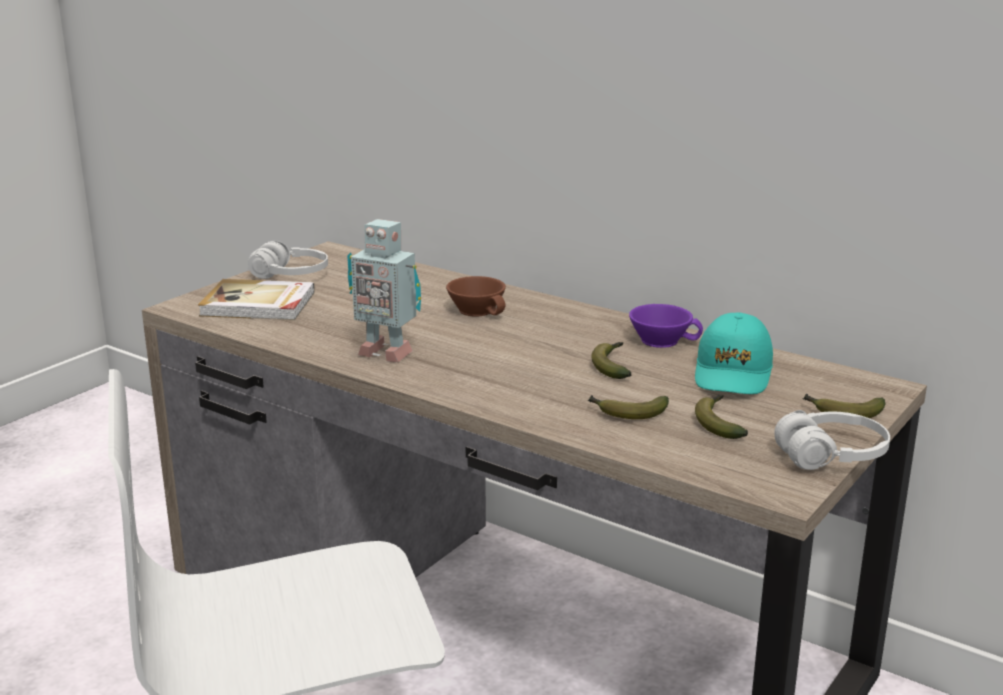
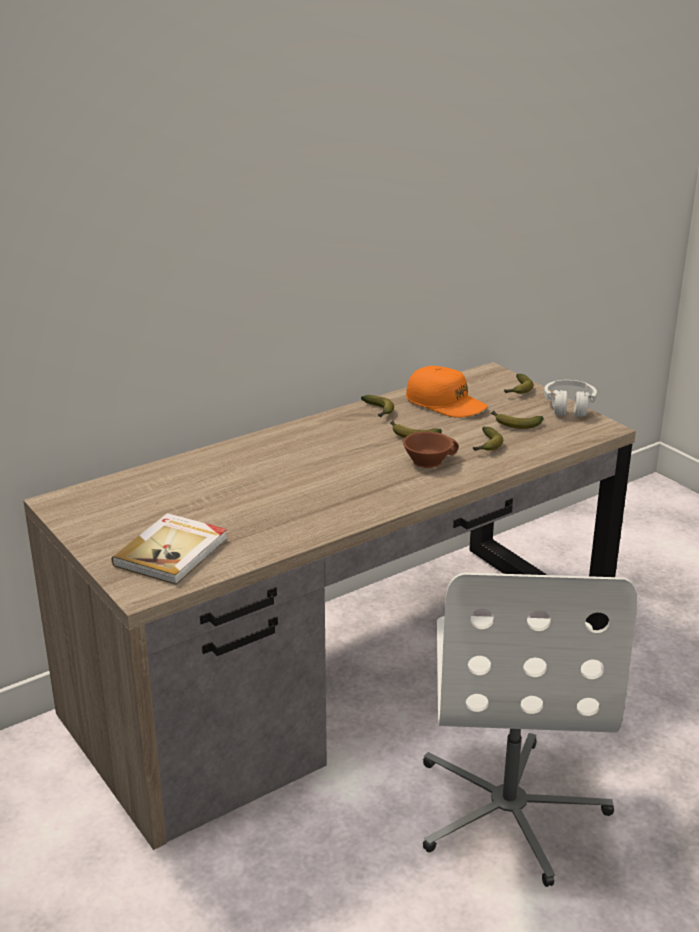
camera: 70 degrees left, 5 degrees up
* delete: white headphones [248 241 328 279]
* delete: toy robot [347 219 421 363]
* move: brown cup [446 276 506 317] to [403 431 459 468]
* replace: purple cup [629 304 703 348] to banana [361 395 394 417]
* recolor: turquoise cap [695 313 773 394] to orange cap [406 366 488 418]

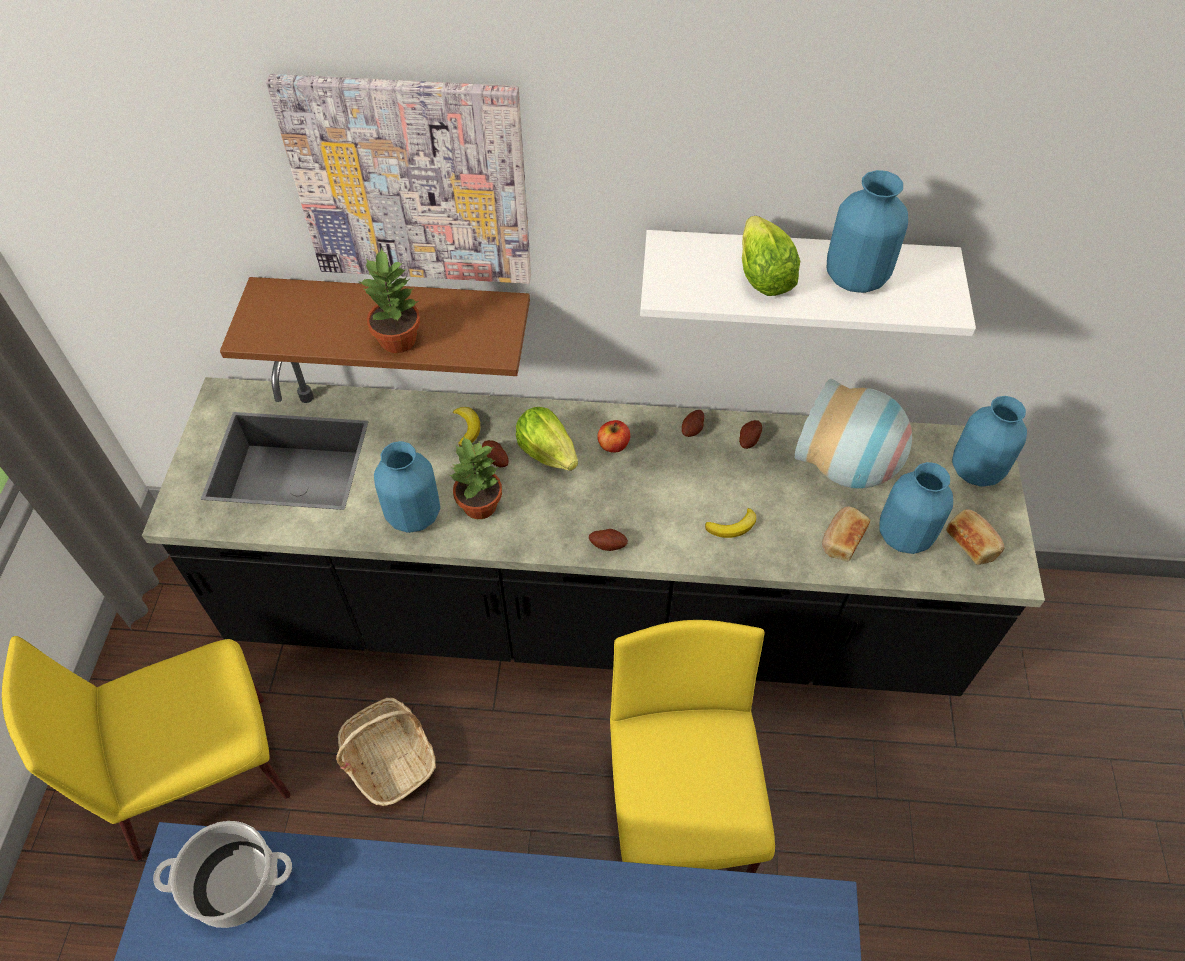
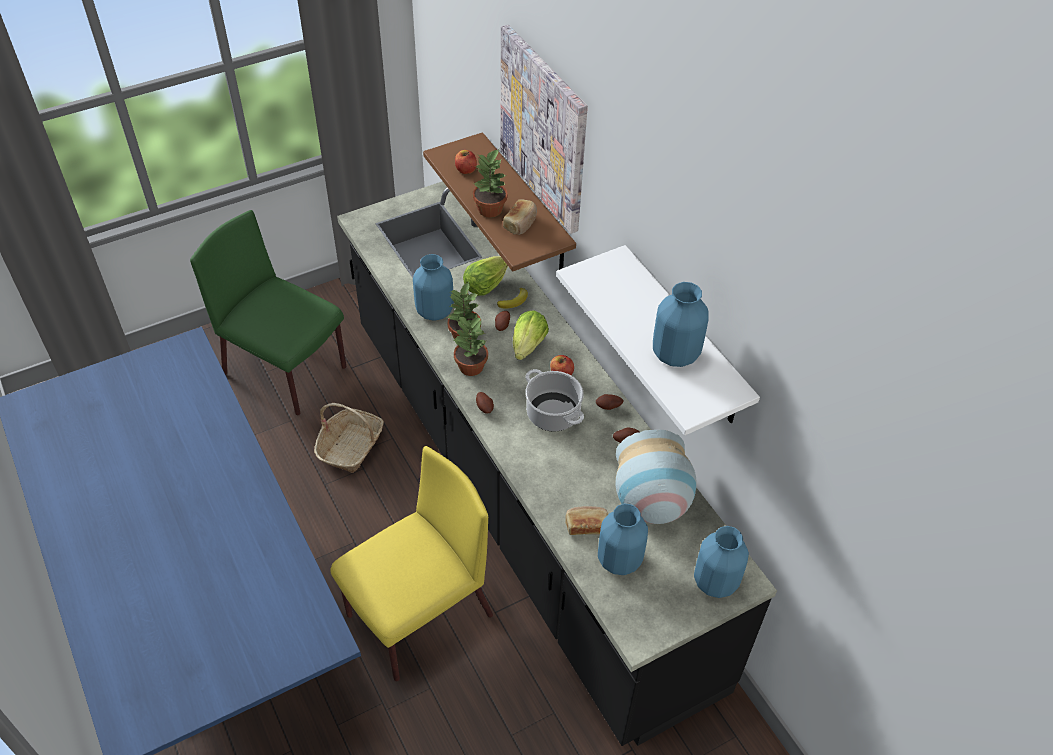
camera: 55 degrees right, 5 degrees down
* recolor: yellow chair [2 636 291 861] to green chair [190 210 347 415]
* move: cooking pot [153 821 292 928] to [525 369 584 432]
* delete: banana [705 508 756 538]
* move: lettuce [742 216 800 296] to [463 256 508 296]
* move: bread [946 509 1005 565] to [503 199 537 235]
* insert: potted plant [454 316 488 376]
* insert: apple [455 150 477 174]

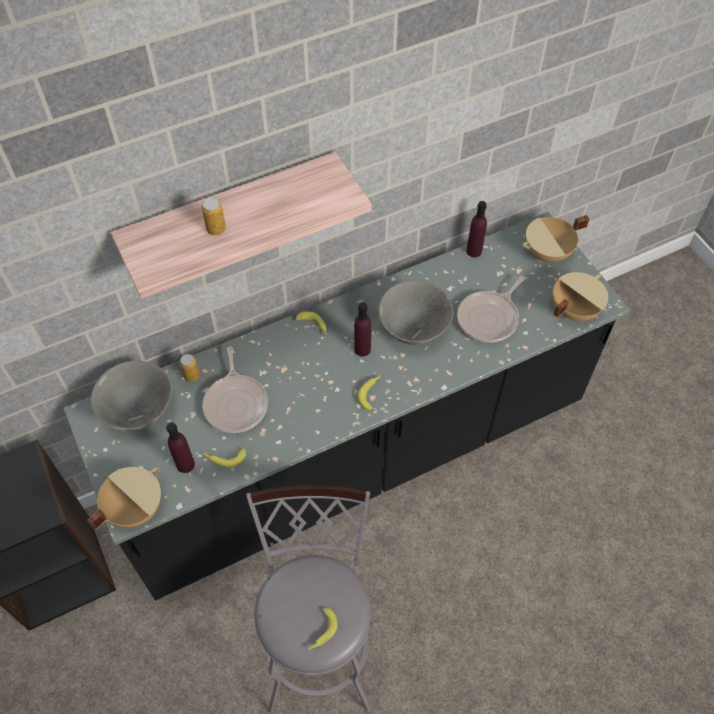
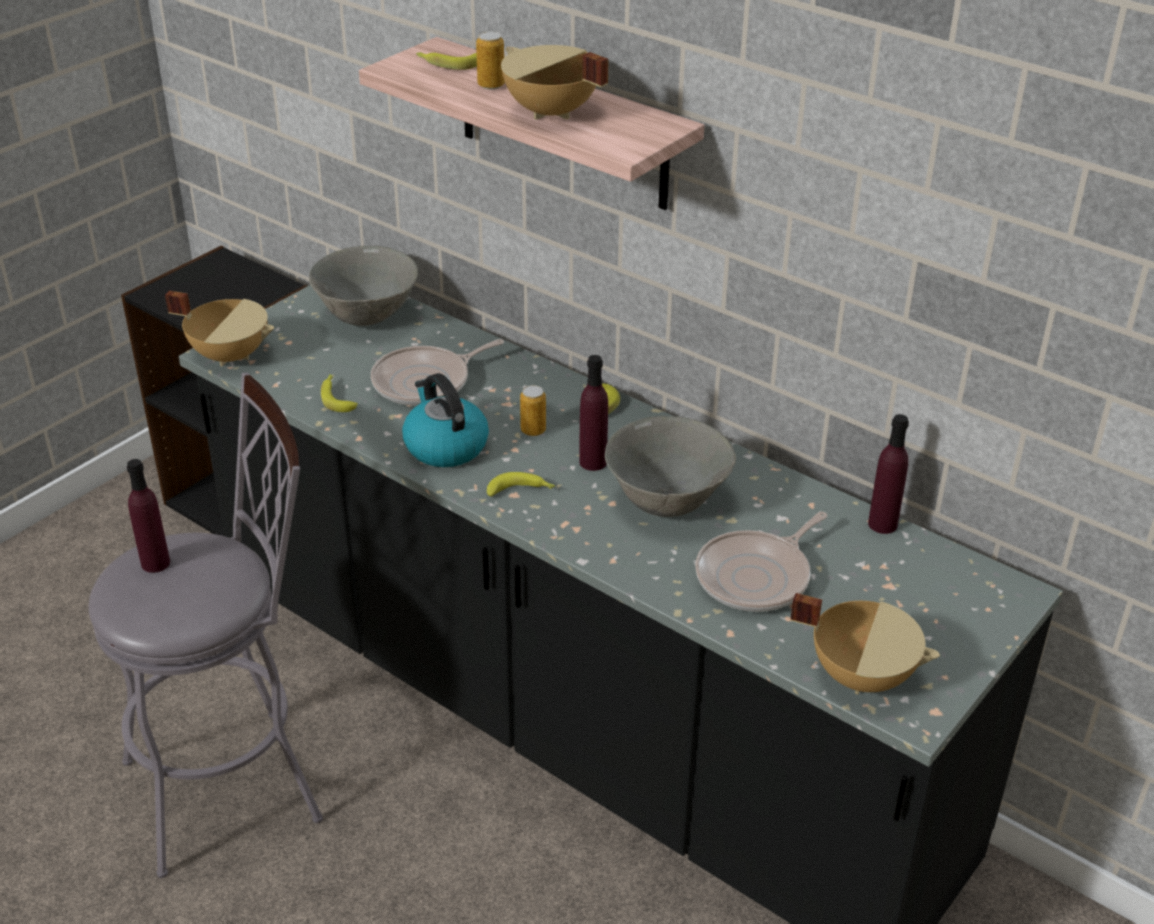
camera: 65 degrees right, 20 degrees down
* move: purple bottle [166 422 195 473] to [127 459 170 573]
* move: can [180 354 200 382] to [520 385 546 436]
* move: banana [308 608 338 651] to [416 52 477 70]
* rotate: frying pan [457 276 525 343] = [695 512 827 612] 60 degrees counterclockwise
* move: beige cooking pot [522 215 589 262] to [501 45 609 120]
* insert: kettle [402 373 489 467]

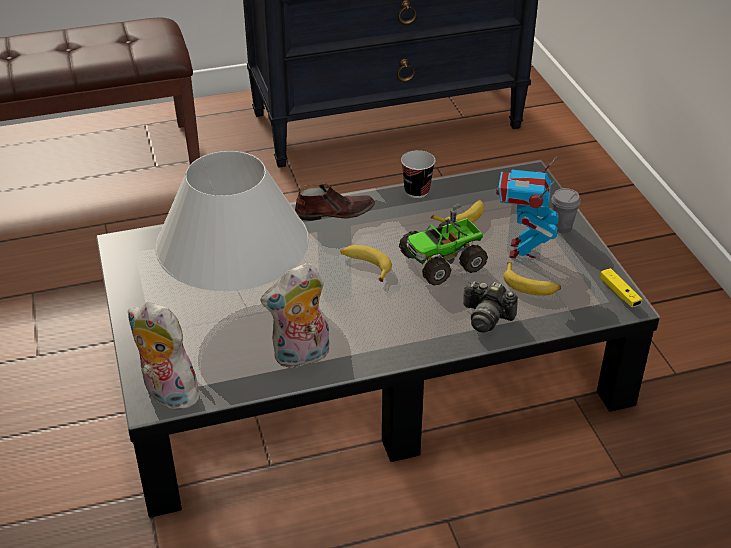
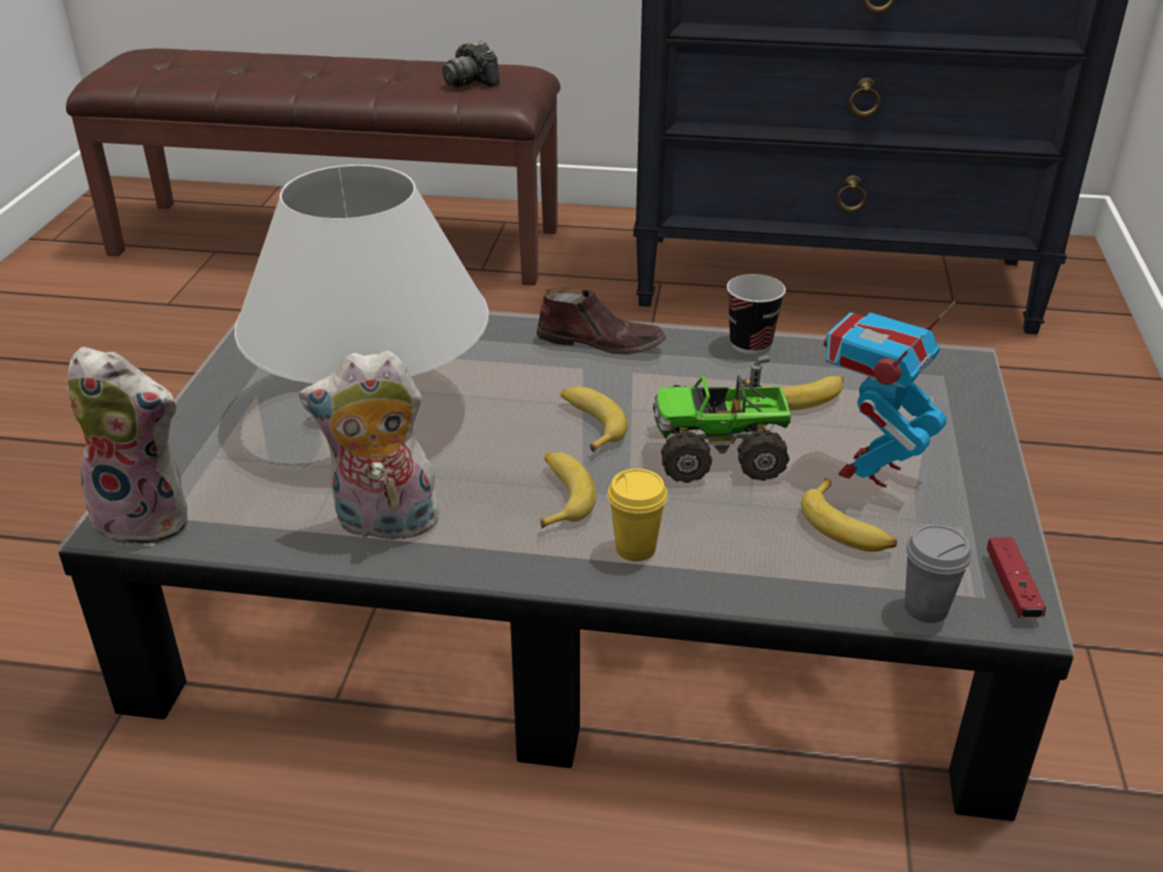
camera: 25 degrees right, 5 degrees down
* rotate: plush toy [128 302 206 410] = [67 347 188 546] 135 degrees clockwise
* move: photo camera [463 281 518 333] to [442 41 500 87]
* move: grey cup [551 188 581 233] to [905 525 972 623]
* recolor: yellow game controller [600 268 642 307] to red game controller [987 537 1046 619]
* insert: banana [540 452 596 528]
* insert: yellow cup [607 469 668 562]

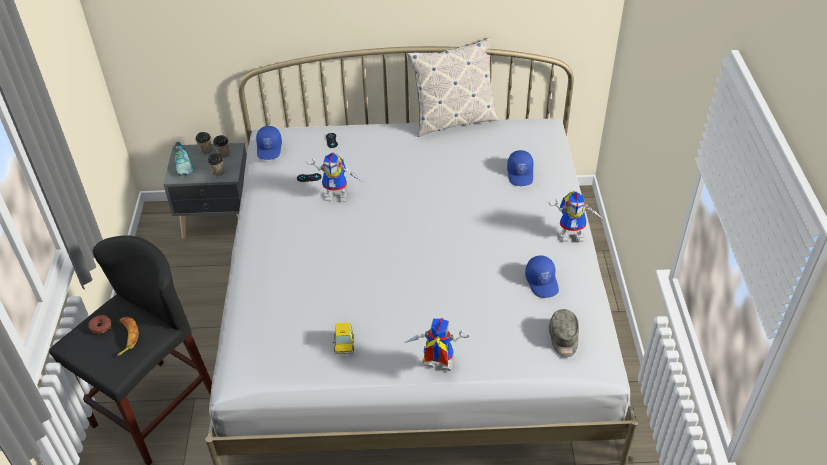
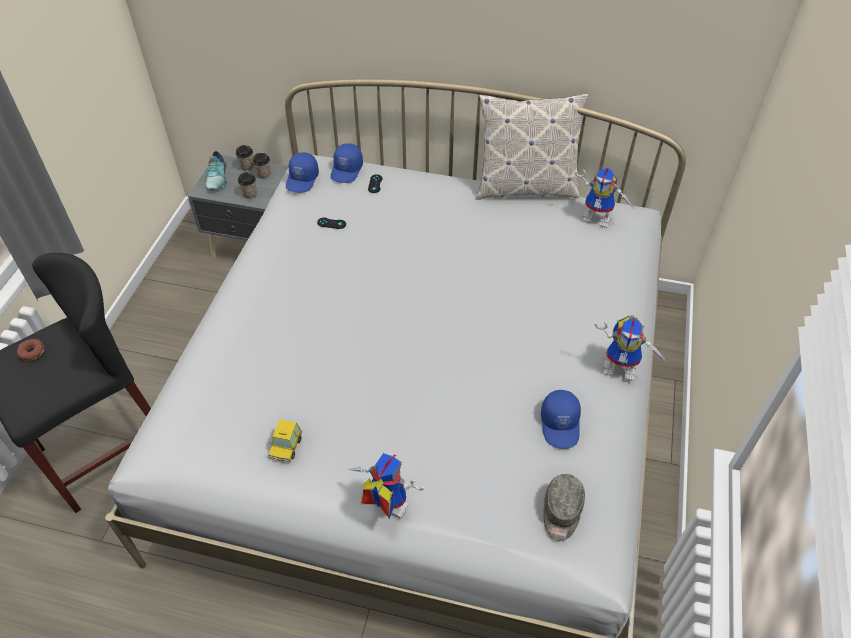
camera: 15 degrees right, 5 degrees up
* delete: banana [117 317 139 356]
* move: toy robot [306 152 363 202] to [575 167 634 228]
* move: blue cap [507 150 534 186] to [331 143 363 183]

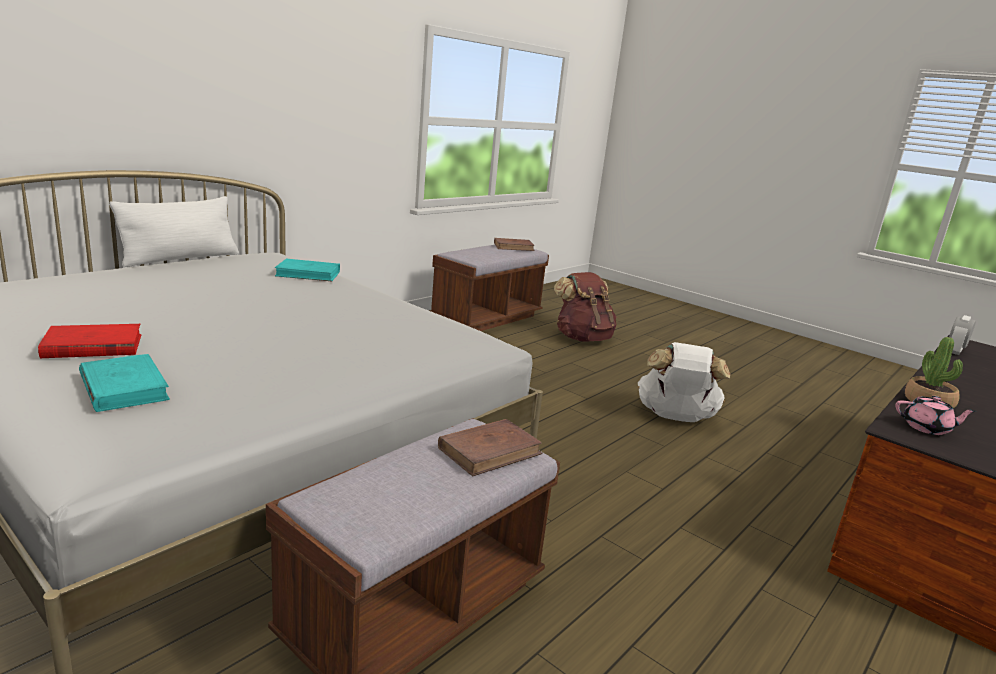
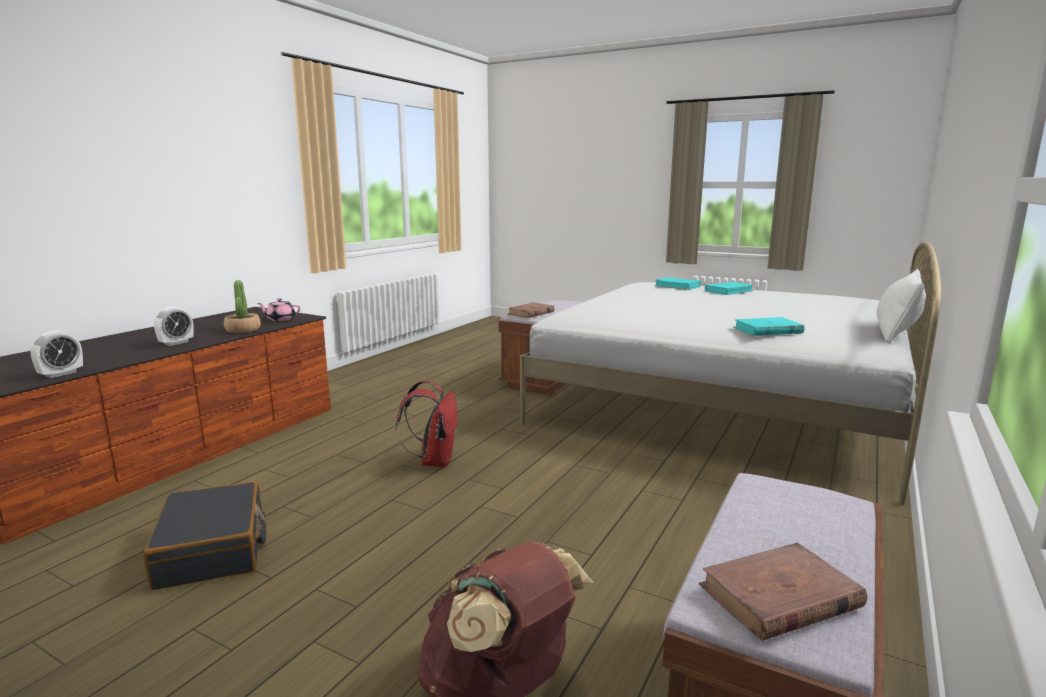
camera: 170 degrees right, 5 degrees down
* recolor: red book [38 324 141 358] to turquoise book [705 282 754 295]
* delete: white backpack [637 342 730 422]
* insert: black suitcase [144 481 266 590]
* insert: alarm clock [154 306 194 346]
* insert: red backpack [396 380 459 467]

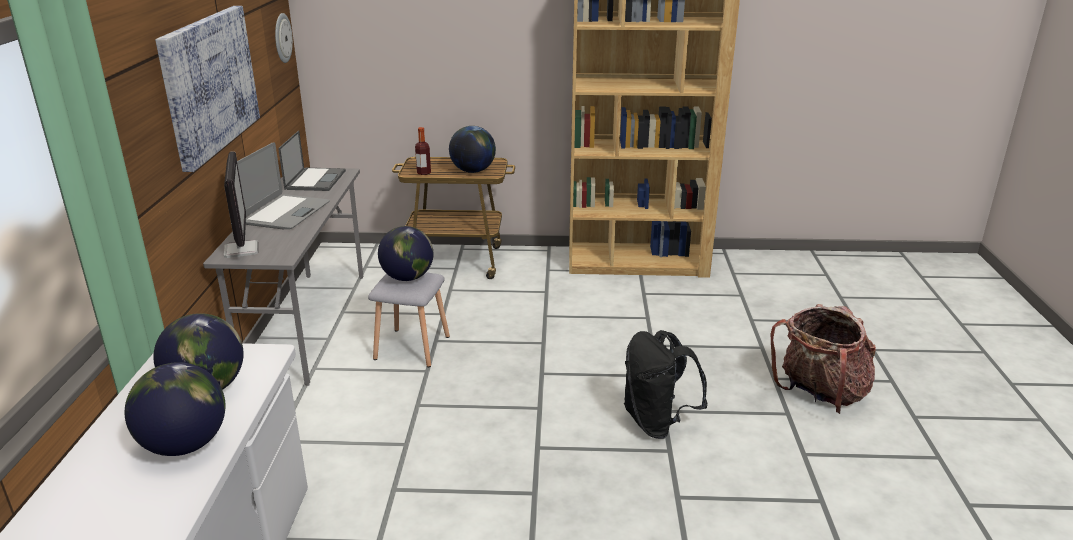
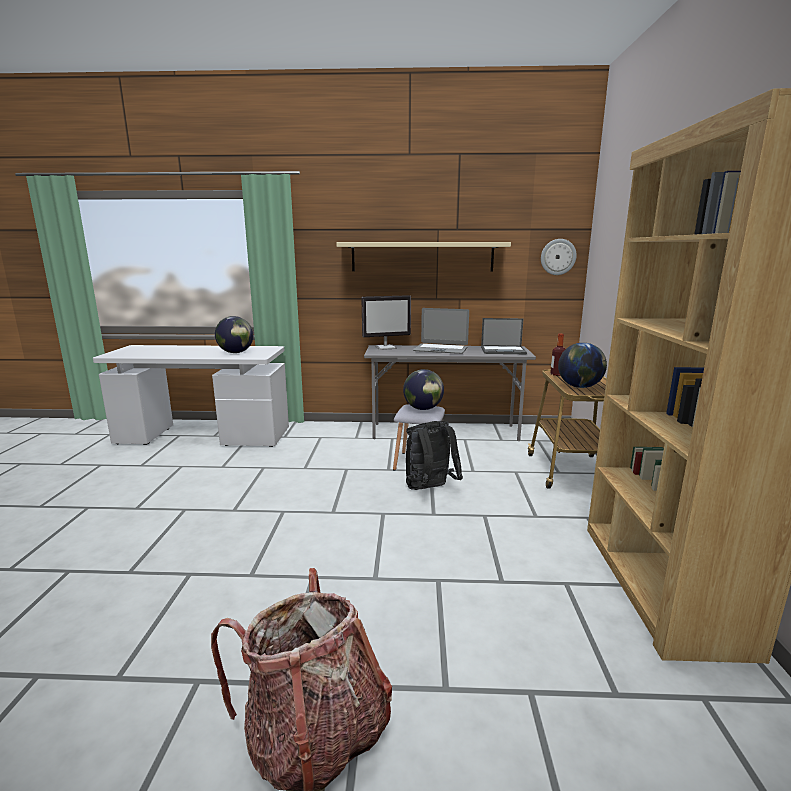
camera: 90 degrees right, 10 degrees down
* delete: globe [125 362 225 456]
* replace: picture [155 6 260 172] to beige shelf [336 242 511 272]
* move: black backpack [624 330 708 439] to [406 421 463 490]

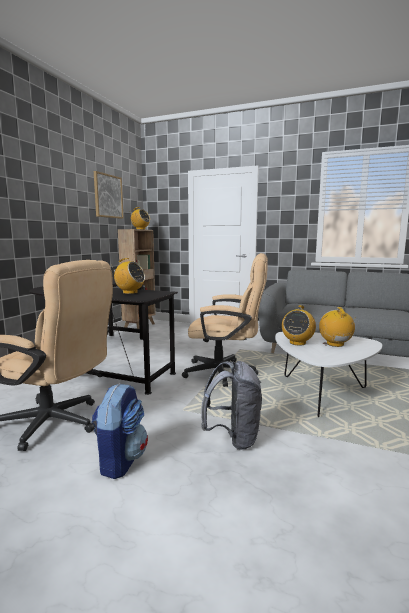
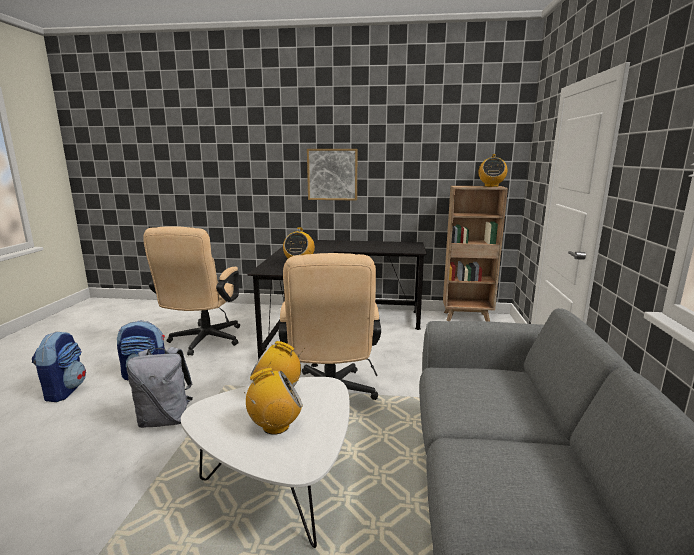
camera: 75 degrees right, 5 degrees up
* move: picture [94 171 123 219] to [307 149 357 201]
* insert: backpack [32 331 86 402]

